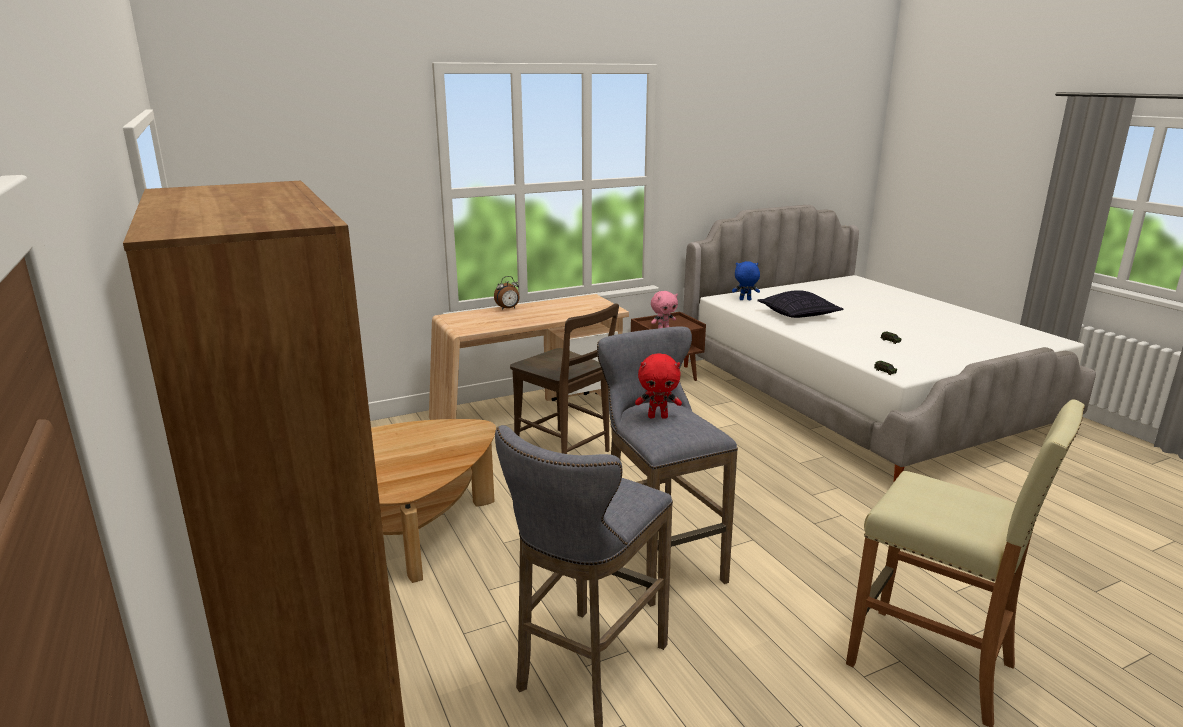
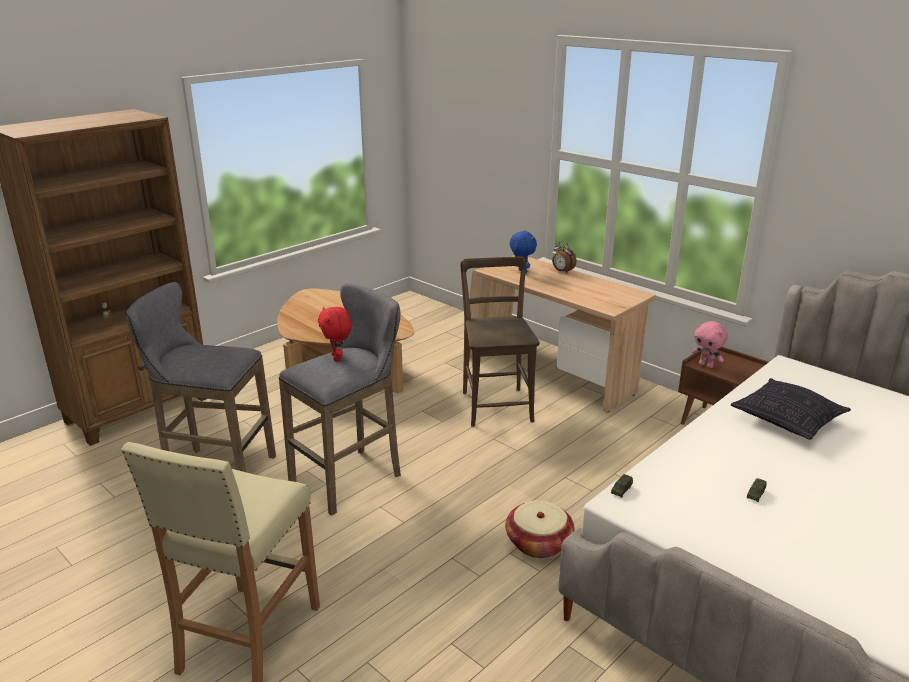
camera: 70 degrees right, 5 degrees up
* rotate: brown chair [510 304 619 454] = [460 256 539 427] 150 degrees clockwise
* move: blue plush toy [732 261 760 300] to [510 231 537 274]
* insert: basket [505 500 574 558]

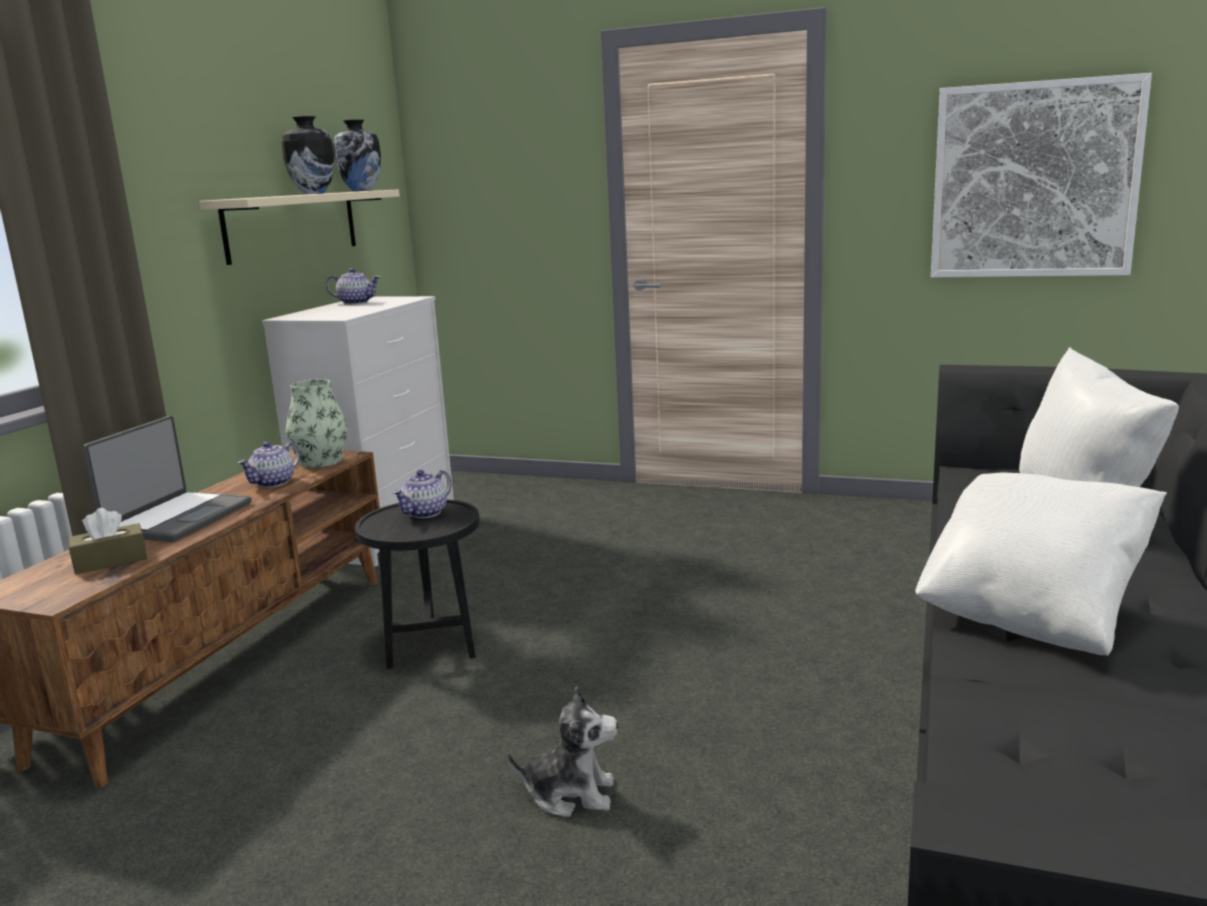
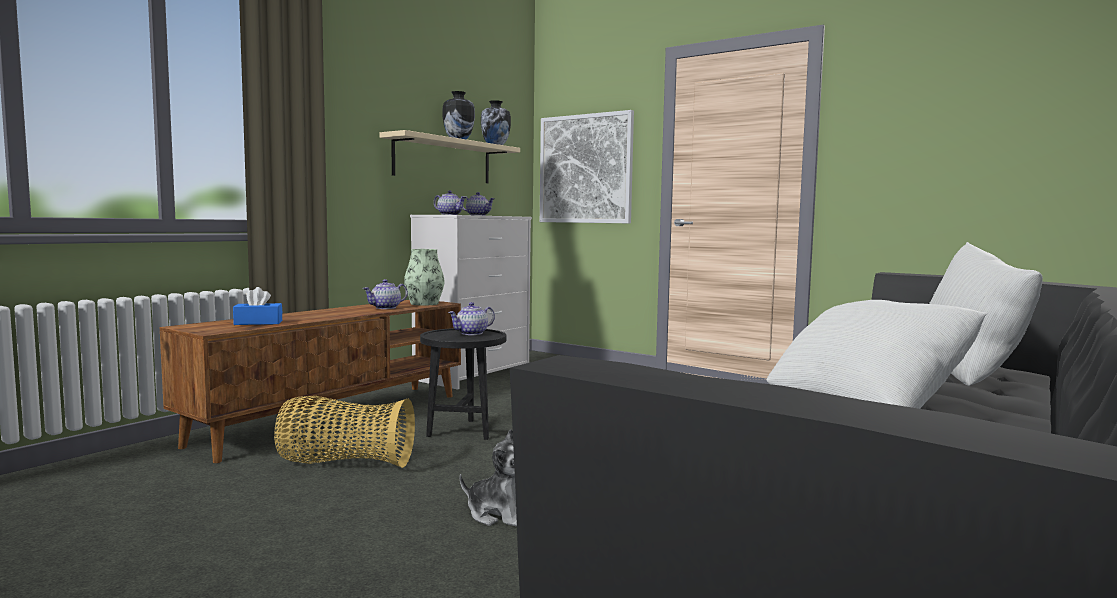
camera: 15 degrees right, 10 degrees down
* recolor: brown tissue box [68 508 147 574] to blue tissue box [233 287 283 325]
* delete: laptop [83 416 252 542]
* move: picture [931 73 1152 277] to [540 110 634 223]
* insert: basket [274 396 415 468]
* insert: teapot [434 191 466 215]

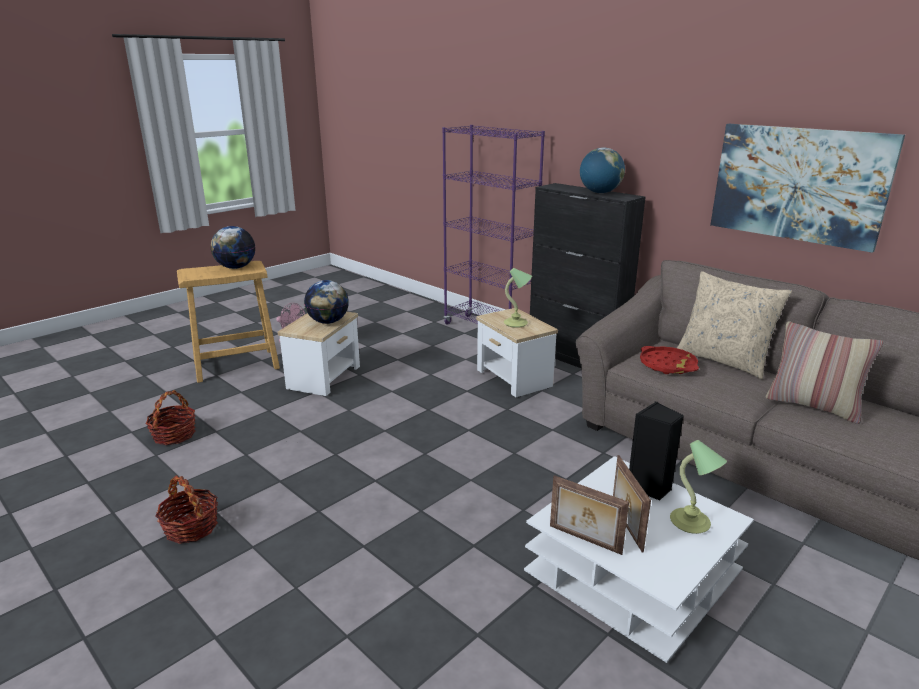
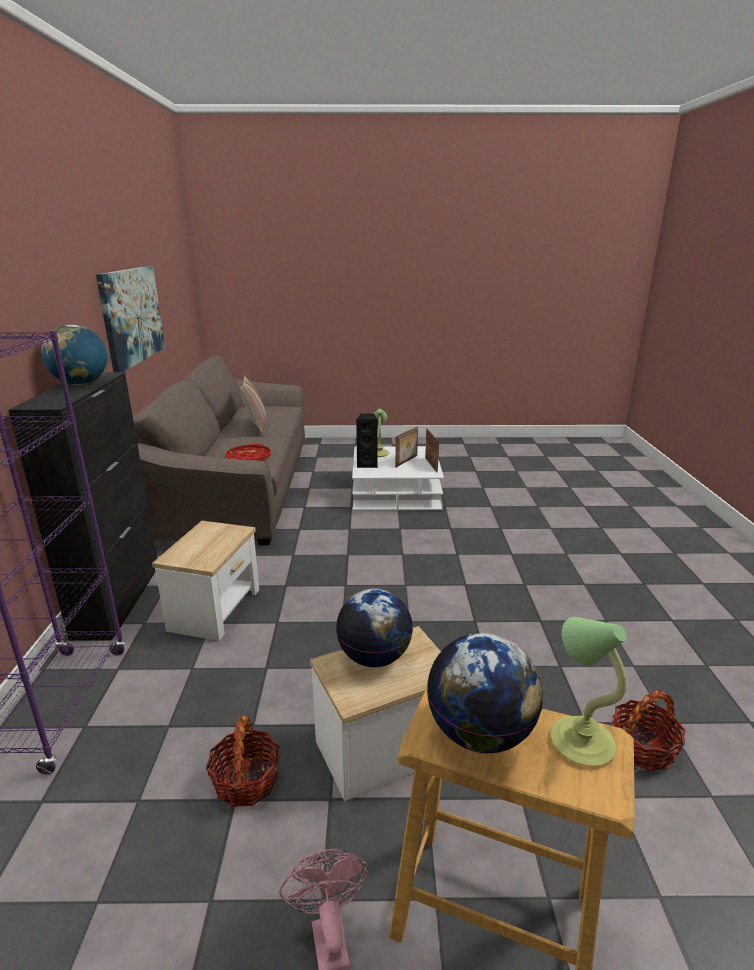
camera: 135 degrees left, 0 degrees up
* move: basket [155 475 218 544] to [206 715 280 807]
* move: table lamp [504 268 532 328] to [551 617 626 766]
* delete: beige pillow [677 271 792 379]

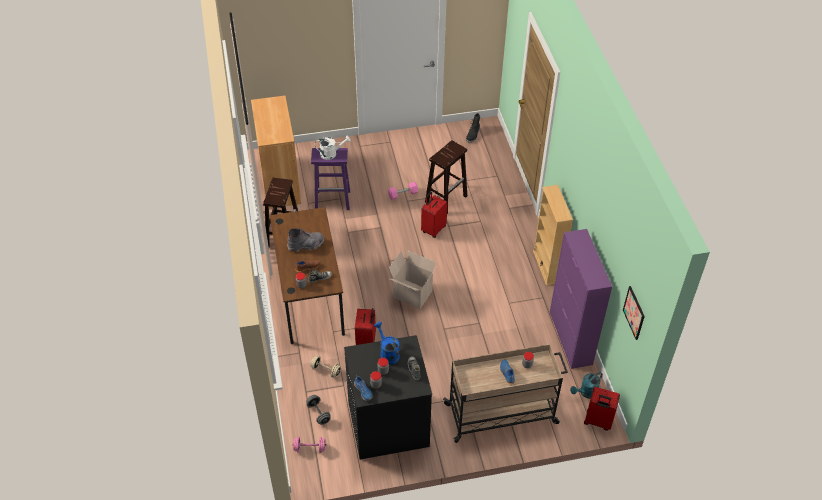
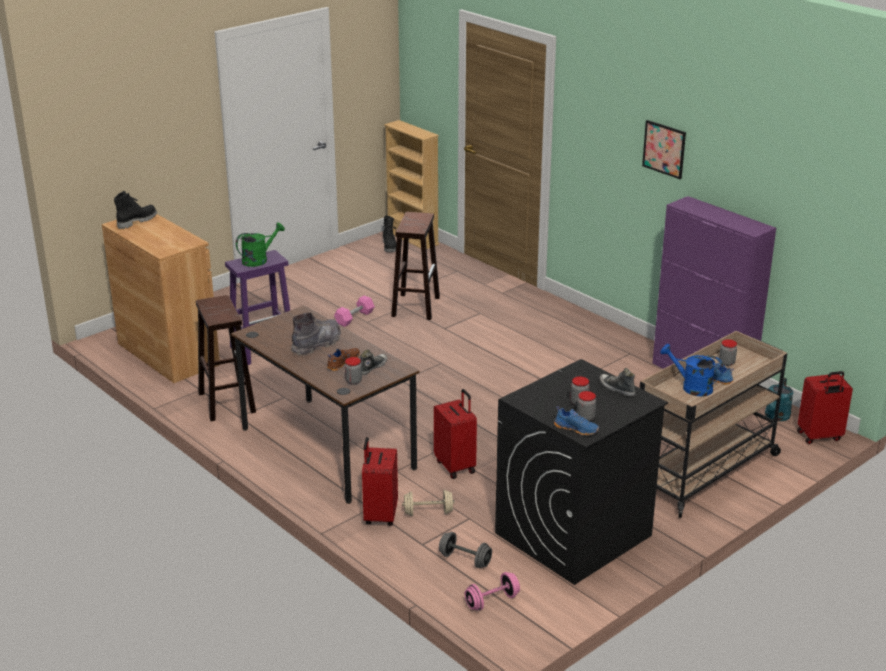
camera: 30 degrees left, 20 degrees down
* recolor: white watering can [315 136 351 160] to green watering can [236 223 285 267]
* move: blue watering can [374 322 400 365] to [660 344 723 396]
* delete: cardboard box [389 251 436 309]
* move: red suitcase [421 192 448 238] to [362 437 398 526]
* move: beige bookcase [533 185 573 286] to [384 120 439 249]
* move: picture [623 286 645 340] to [642 120 686 179]
* insert: black boot [114 191 157 229]

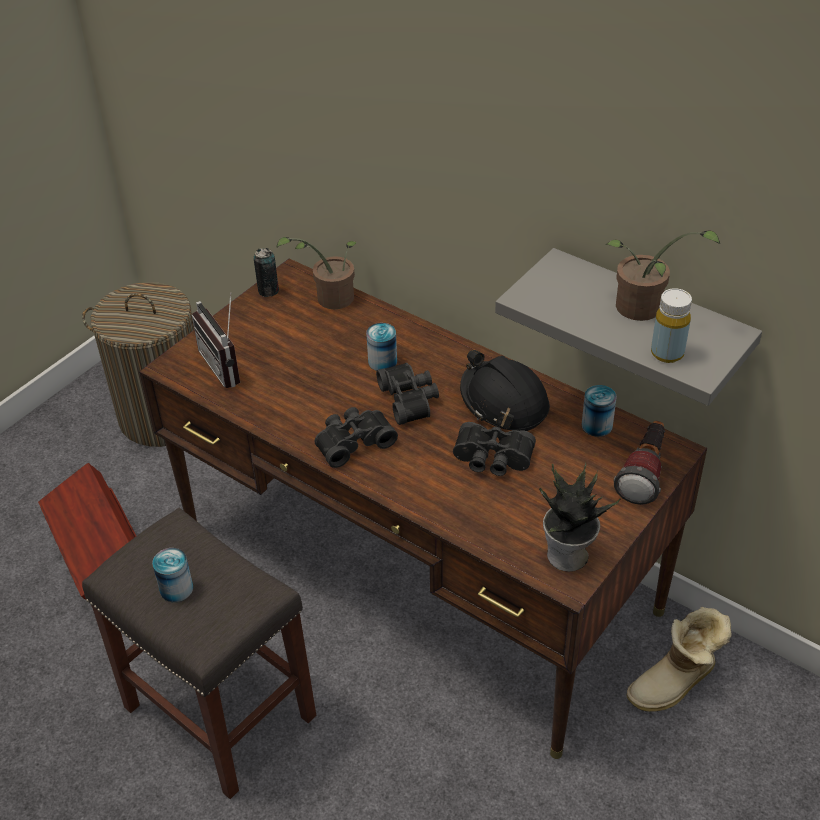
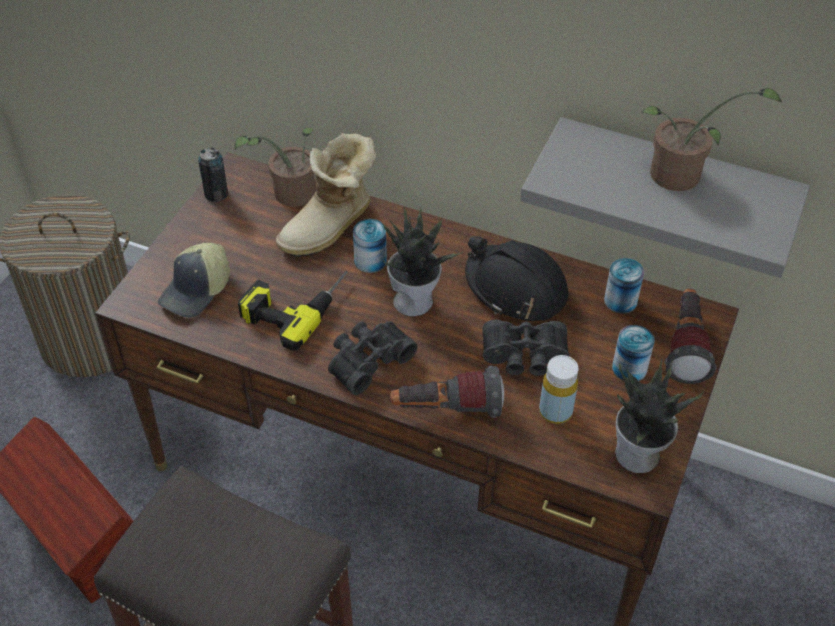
camera: 15 degrees left, 5 degrees up
* move: can [152 548 193 602] to [612 325 655 381]
* replace: radio [192 292 240 388] to cap [158 243 230 318]
* replace: black binoculars [376 363 439 425] to potted plant [383 206 464 316]
* move: boot [626 607 732 712] to [276 133 376 258]
* move: yellow bottle [651 288 692 363] to [539 355 579 424]
* insert: power drill [238 271 348 351]
* insert: flashlight [390 366 504 418]

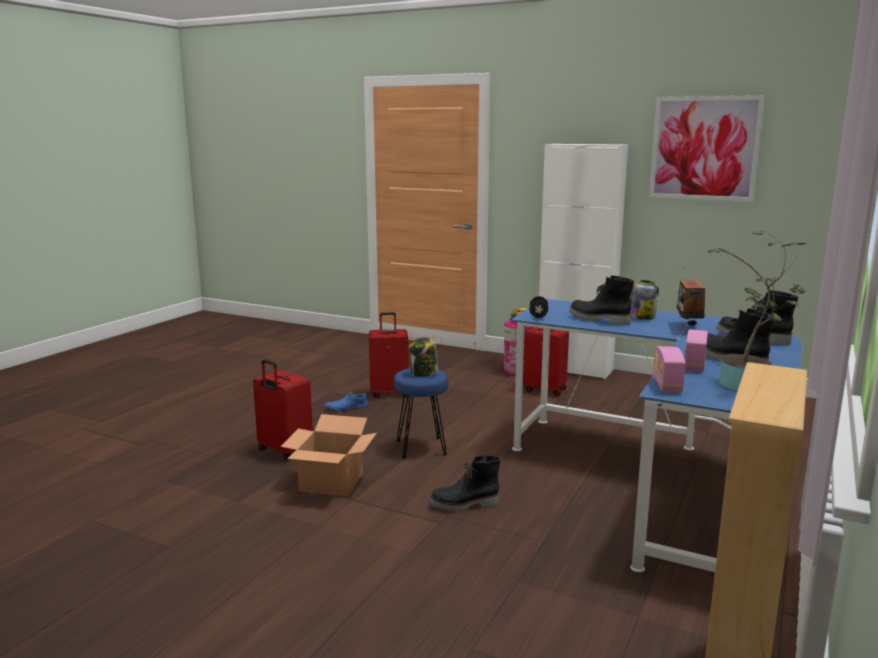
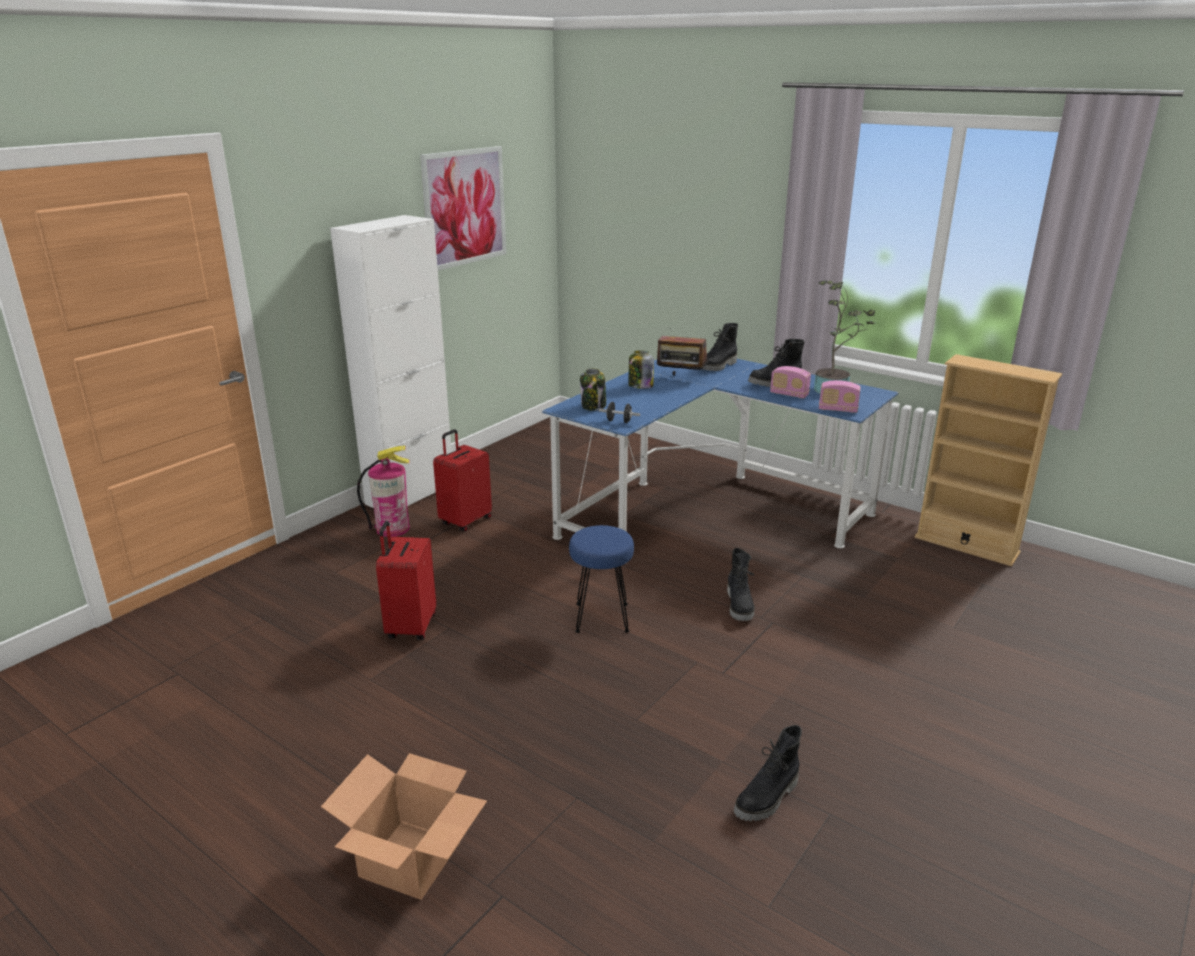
camera: 80 degrees left, 10 degrees up
* delete: red suitcase [253 359 313 460]
* move: cardboard box [280 414 377 496] to [321 753 487 900]
* delete: blue shoe [325 391 369 411]
* move: jar [409 337 438 377] to [580 368 606 411]
* move: black boot [569 275 634 325] to [734 725 802 821]

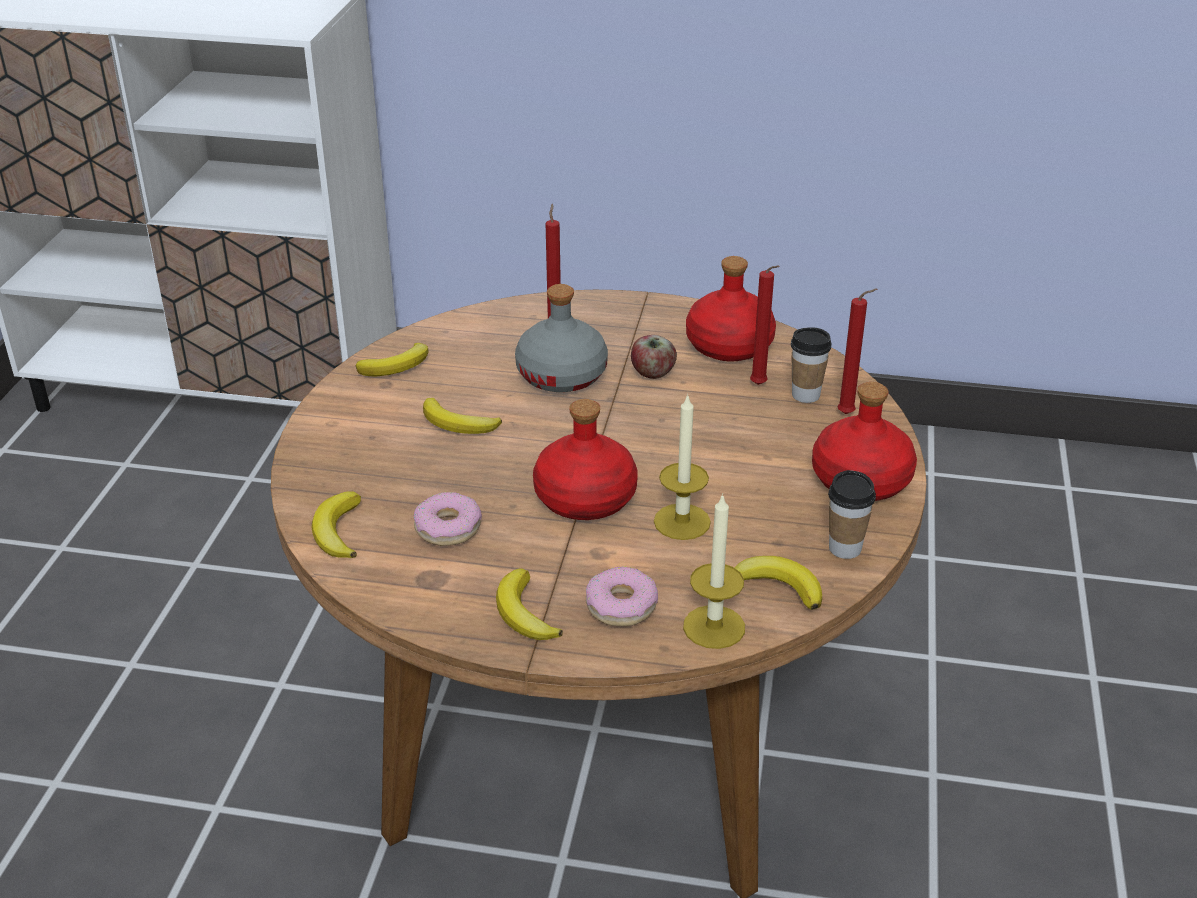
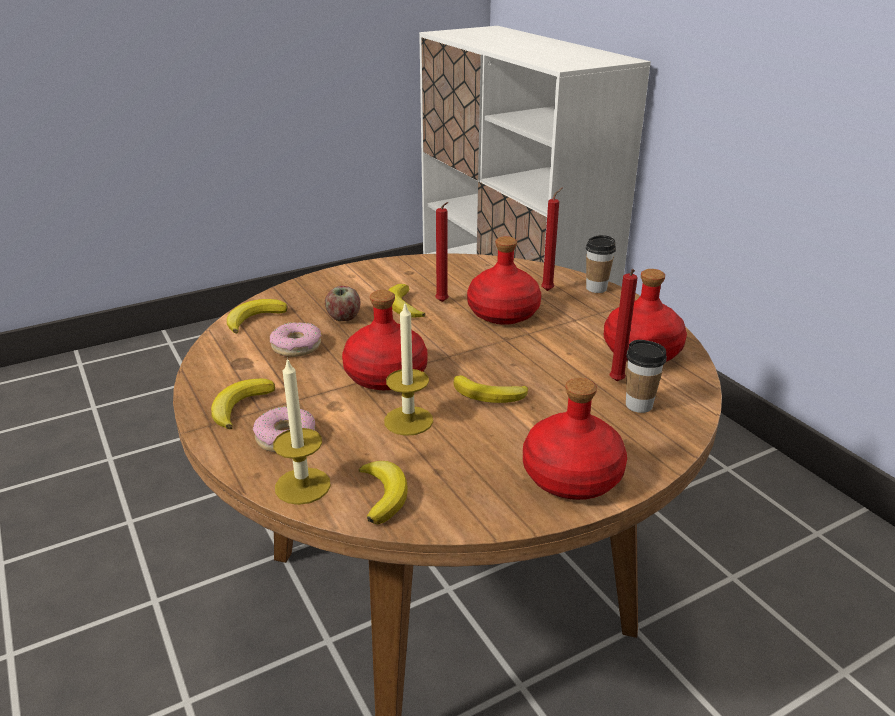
camera: 50 degrees right, 5 degrees down
* move: banana [355 343 428 377] to [453 375 528 403]
* recolor: grey bottle [515 284 608 392] to red bottle [467 236 541 325]
* move: apple [631 335 677 379] to [325 286 360 321]
* move: cup [828 470 876 559] to [586 235 616 293]
* move: red candle [837 289 877 414] to [435 202 449 302]

